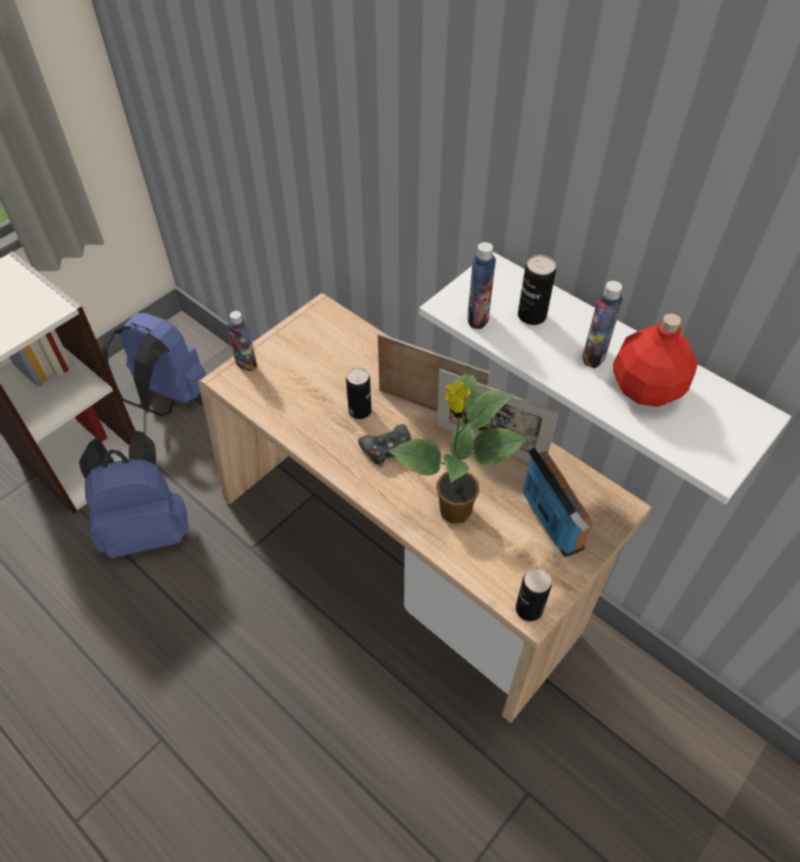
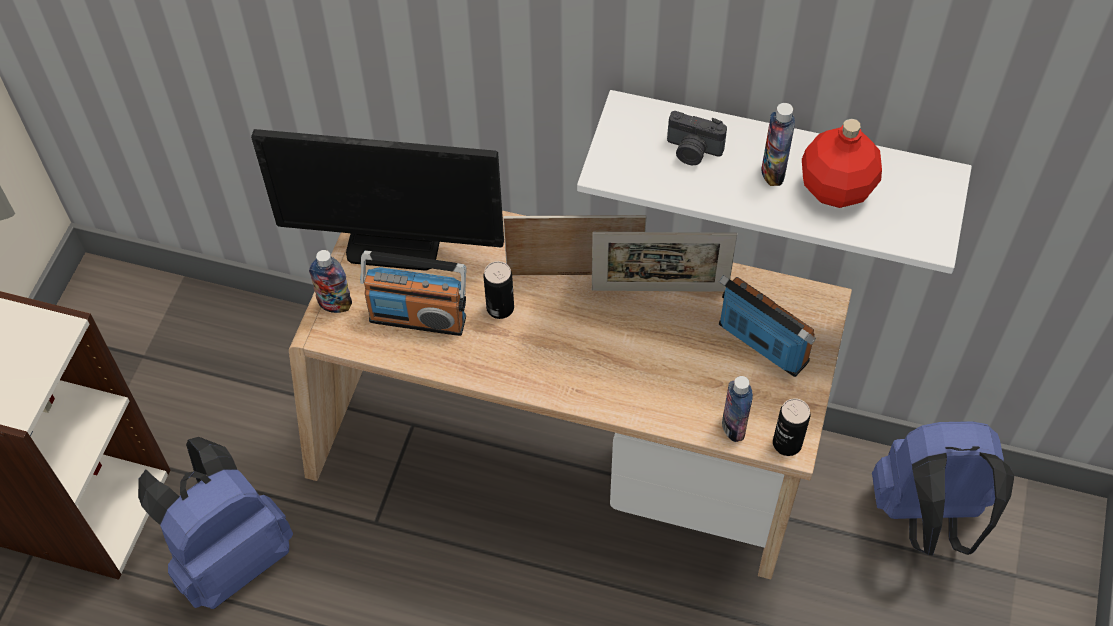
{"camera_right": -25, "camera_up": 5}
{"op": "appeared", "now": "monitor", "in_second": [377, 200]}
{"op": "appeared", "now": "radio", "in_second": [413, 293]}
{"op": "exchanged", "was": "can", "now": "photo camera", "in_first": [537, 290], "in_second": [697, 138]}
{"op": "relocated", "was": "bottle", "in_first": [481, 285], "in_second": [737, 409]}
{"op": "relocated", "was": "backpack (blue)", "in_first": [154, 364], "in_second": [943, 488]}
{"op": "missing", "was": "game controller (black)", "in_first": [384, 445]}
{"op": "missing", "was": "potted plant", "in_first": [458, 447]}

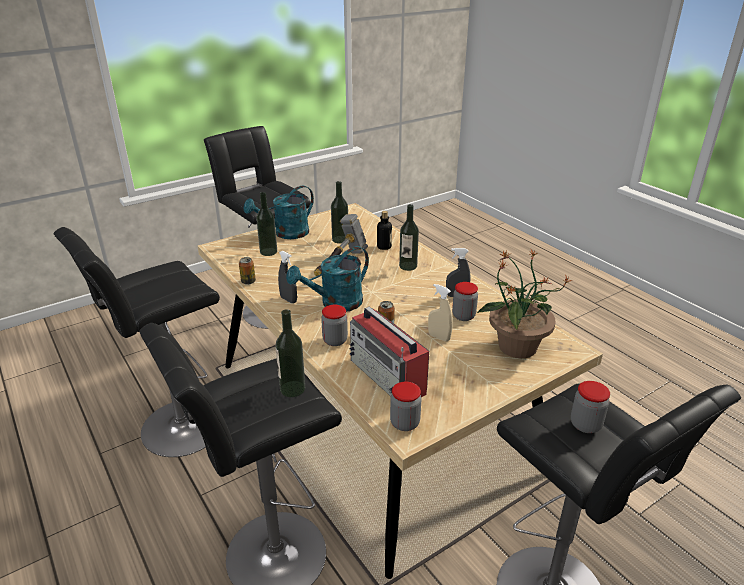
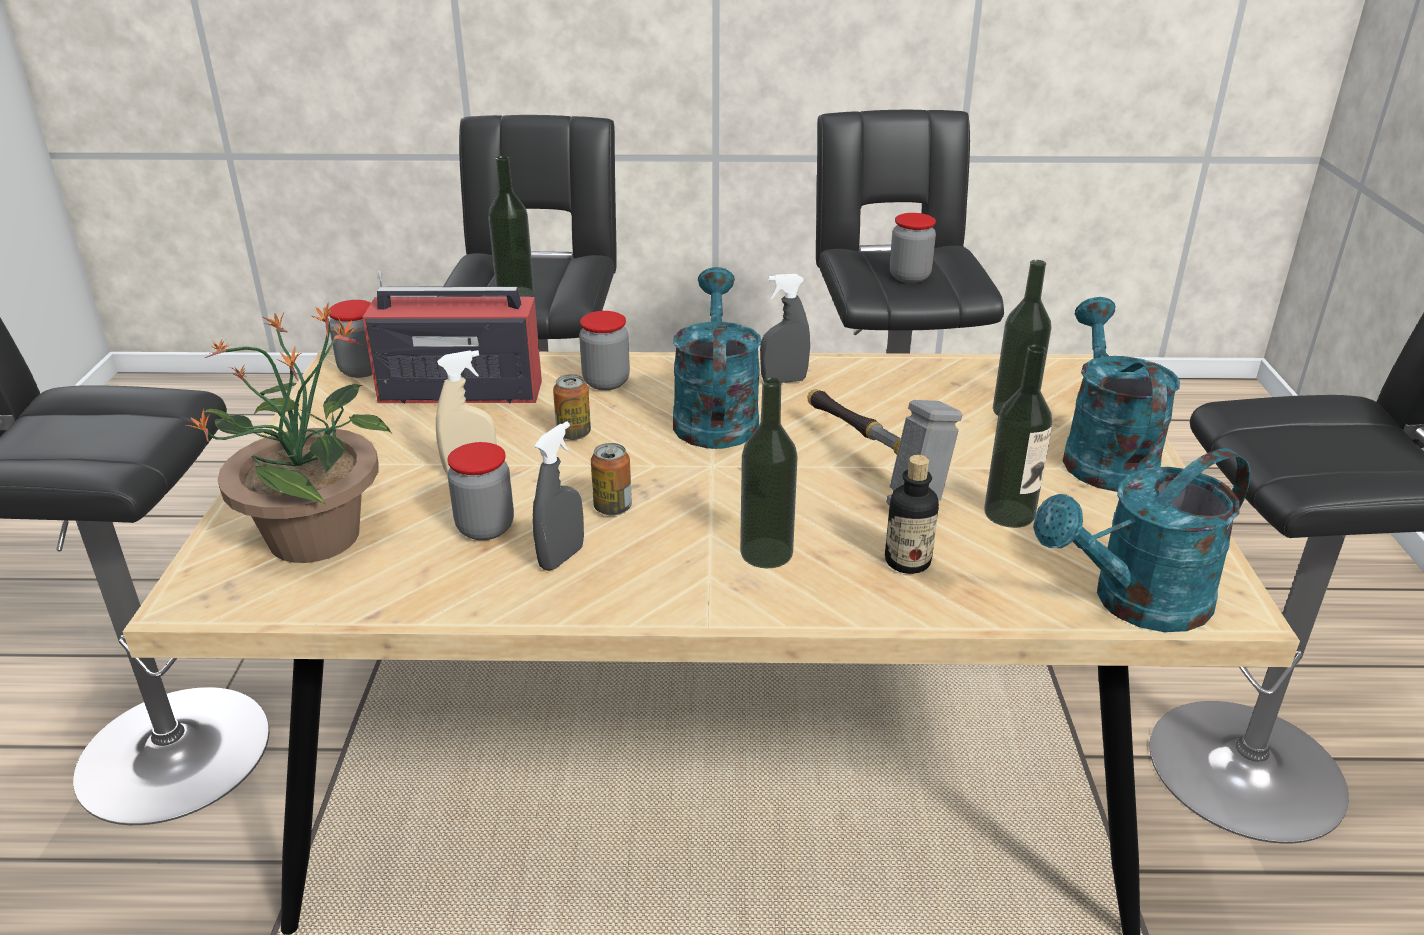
{"camera_right": 125, "camera_up": 0}
{"op": "relocated", "was": "can", "in_first": [247, 271], "in_second": [611, 479]}
{"op": "relocated", "was": "jar", "in_first": [590, 407], "in_second": [913, 248]}
{"op": "appeared", "now": "watering can (turquoise)", "in_second": [1142, 540]}

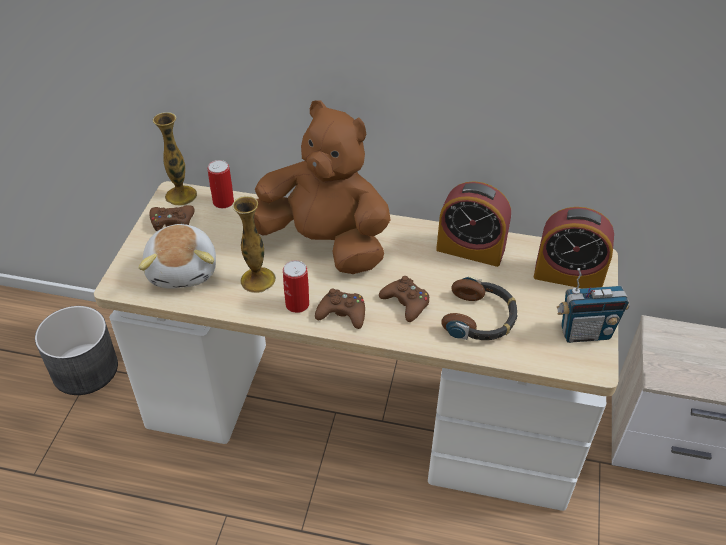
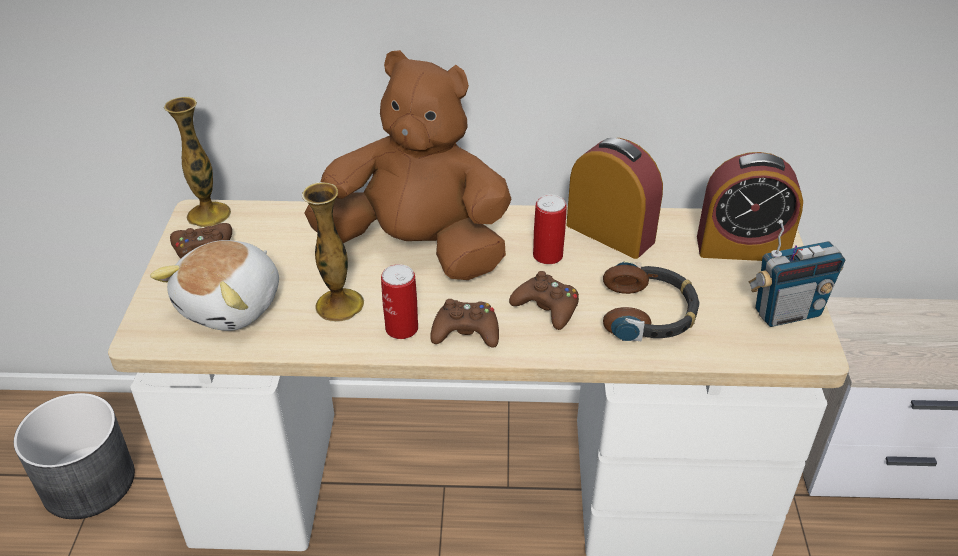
{"camera_right": -10, "camera_up": -5}
{"op": "spun", "was": "plush toy", "in_first": [177, 256], "in_second": [214, 285], "clockwise": 45}
{"op": "relocated", "was": "can", "in_first": [221, 184], "in_second": [550, 229]}
{"op": "spun", "was": "alarm clock", "in_first": [473, 224], "in_second": [614, 198], "clockwise": -150}

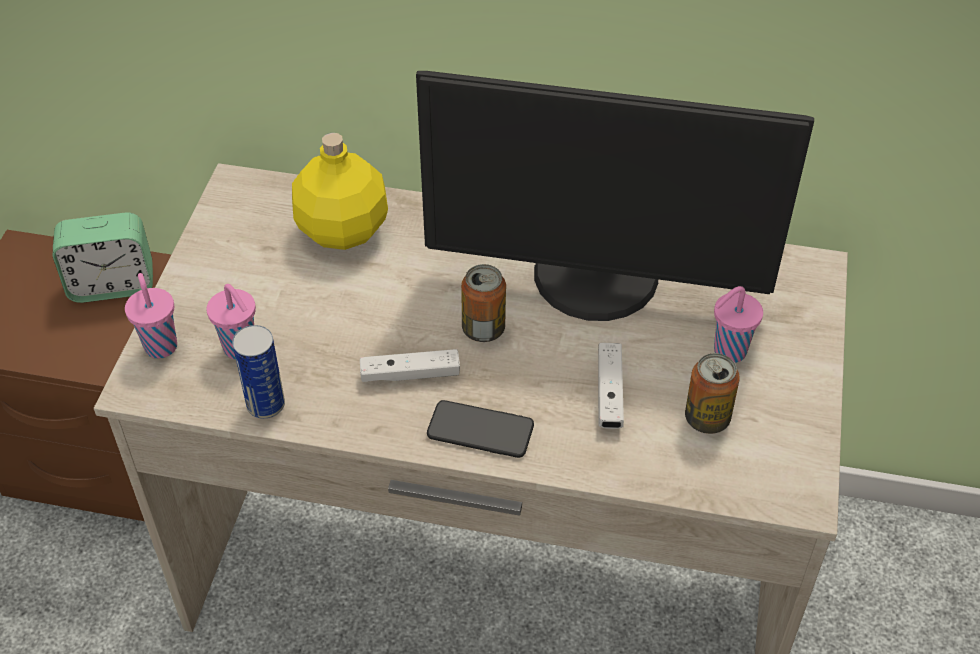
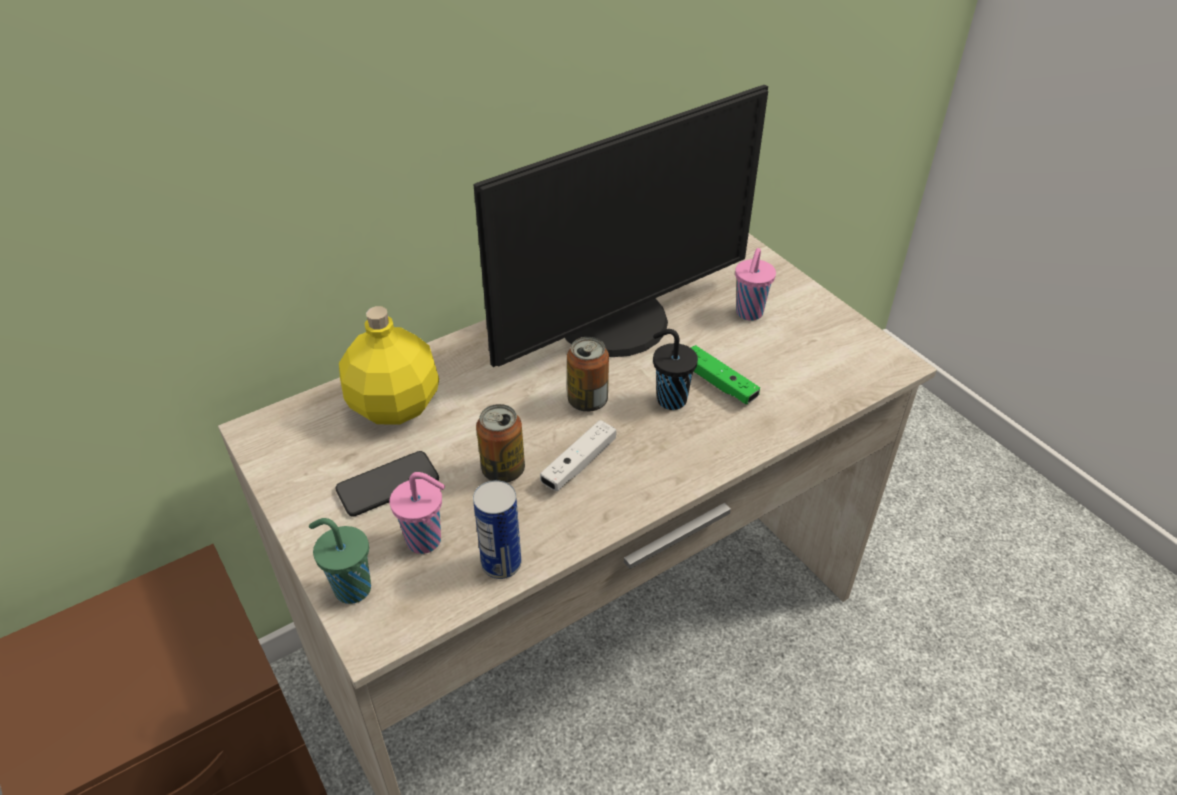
{"camera_right": -45, "camera_up": -5}
{"op": "colour", "was": "cup (pink)", "now": "cup (green)", "in_first": [151, 315], "in_second": [340, 561]}
{"op": "relocated", "was": "phone", "in_first": [480, 429], "in_second": [387, 484]}
{"op": "relocated", "was": "can", "in_first": [712, 393], "in_second": [500, 443]}
{"op": "appeared", "now": "cup (black)", "in_second": [675, 369]}
{"op": "colour", "was": "game controller (white)", "now": "game controller (green)", "in_first": [611, 386], "in_second": [725, 374]}
{"op": "missing", "was": "alarm clock", "in_first": [103, 257]}

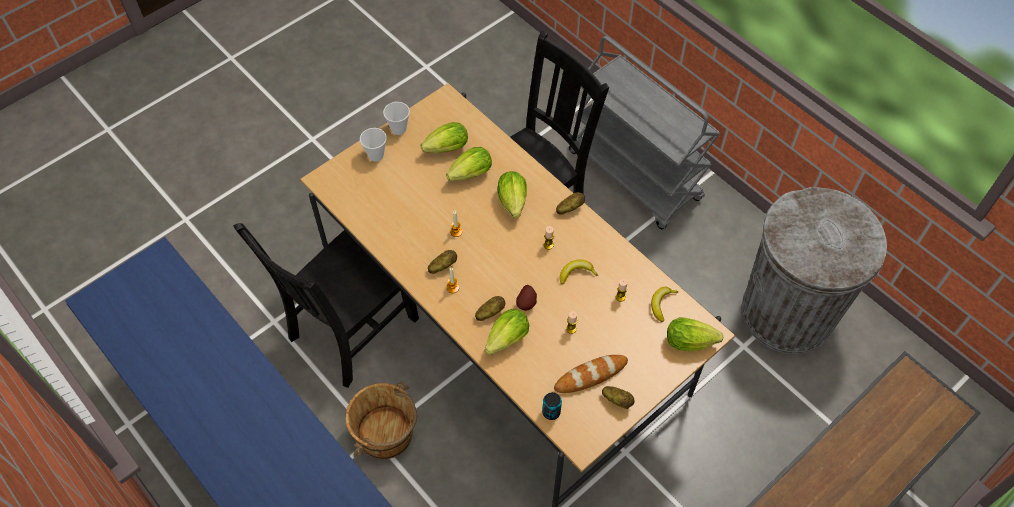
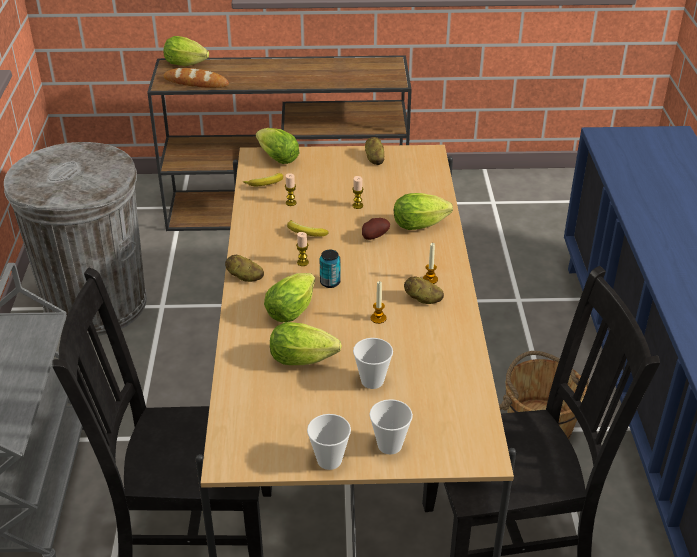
{"camera_right": -140, "camera_up": -20}
{"op": "relocated", "was": "lettuce", "in_first": [444, 137], "in_second": [186, 51]}
{"op": "relocated", "was": "bread", "in_first": [591, 374], "in_second": [196, 78]}
{"op": "relocated", "was": "can", "in_first": [552, 406], "in_second": [330, 269]}
{"op": "appeared", "now": "cup", "in_second": [373, 363]}
{"op": "missing", "was": "potato", "in_first": [490, 308]}

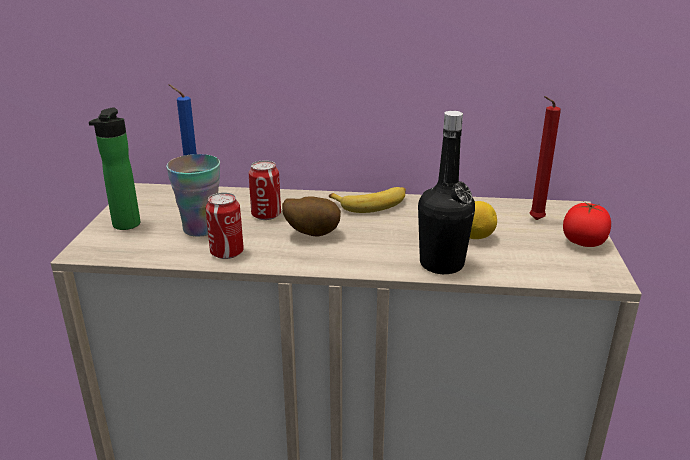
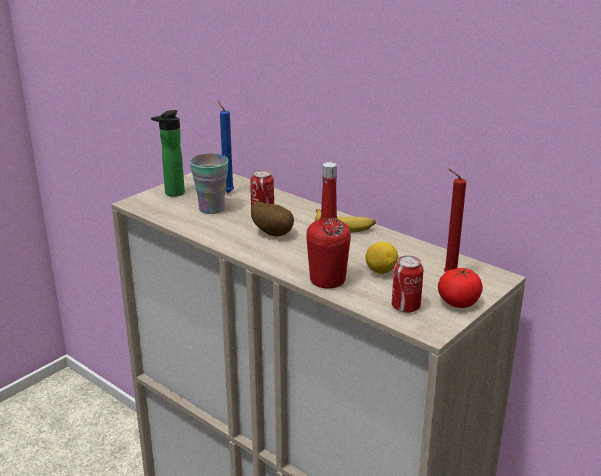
{"camera_right": 35, "camera_up": 0}
{"op": "colour", "was": "bottle (black)", "now": "bottle (red)", "in_first": [446, 192], "in_second": [328, 225]}
{"op": "relocated", "was": "can", "in_first": [225, 226], "in_second": [408, 284]}

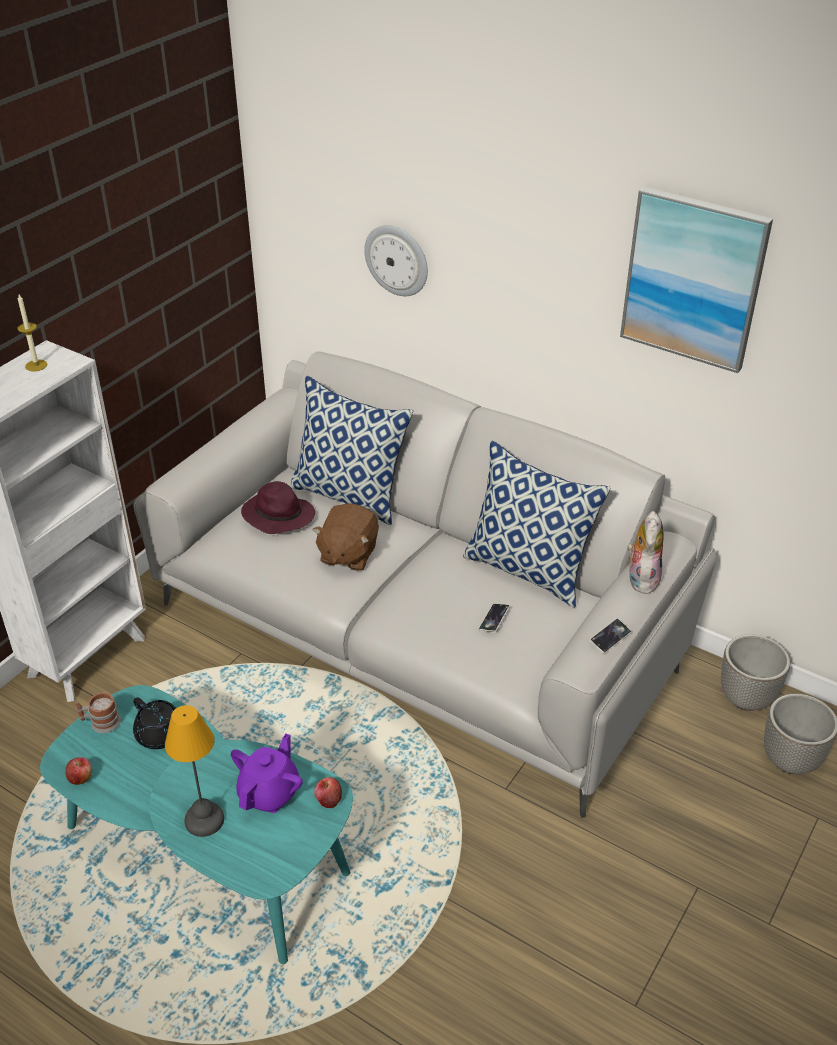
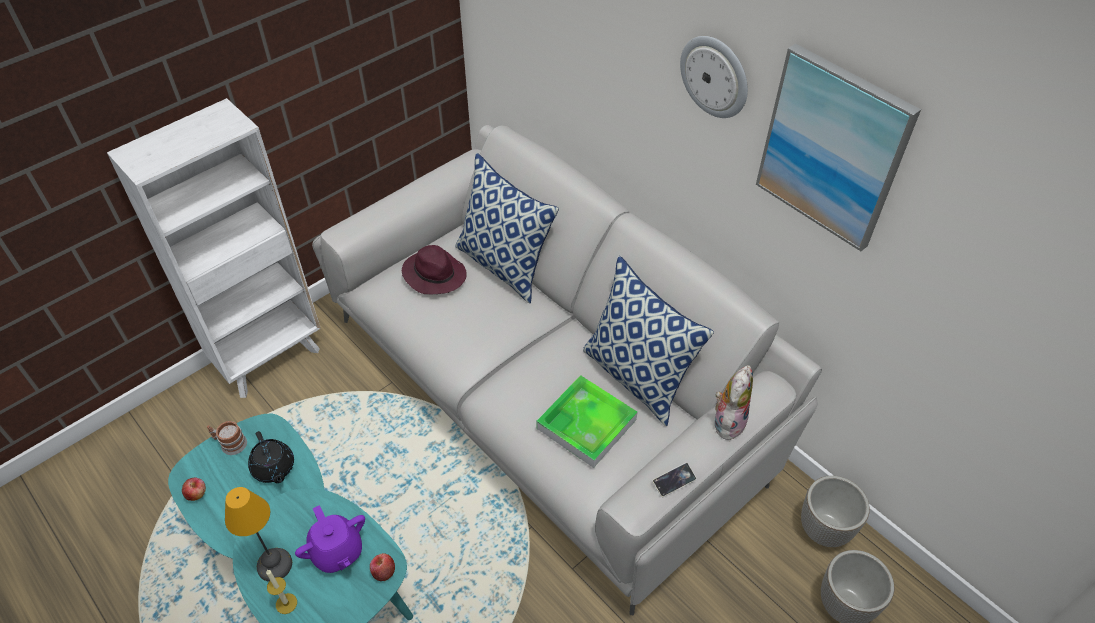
{"camera_right": 15, "camera_up": 10}
{"op": "relocated", "was": "candle", "in_first": [32, 332], "in_second": [281, 592]}
{"op": "spun", "was": "teapot (purple)", "in_first": [267, 773], "in_second": [330, 539], "clockwise": 105}
{"op": "exchanged", "was": "phone", "now": "tray", "in_first": [494, 618], "in_second": [587, 421]}
{"op": "relocated", "was": "wall clock", "in_first": [396, 260], "in_second": [714, 77]}
{"op": "missing", "was": "plush toy (brown)", "in_first": [345, 537]}

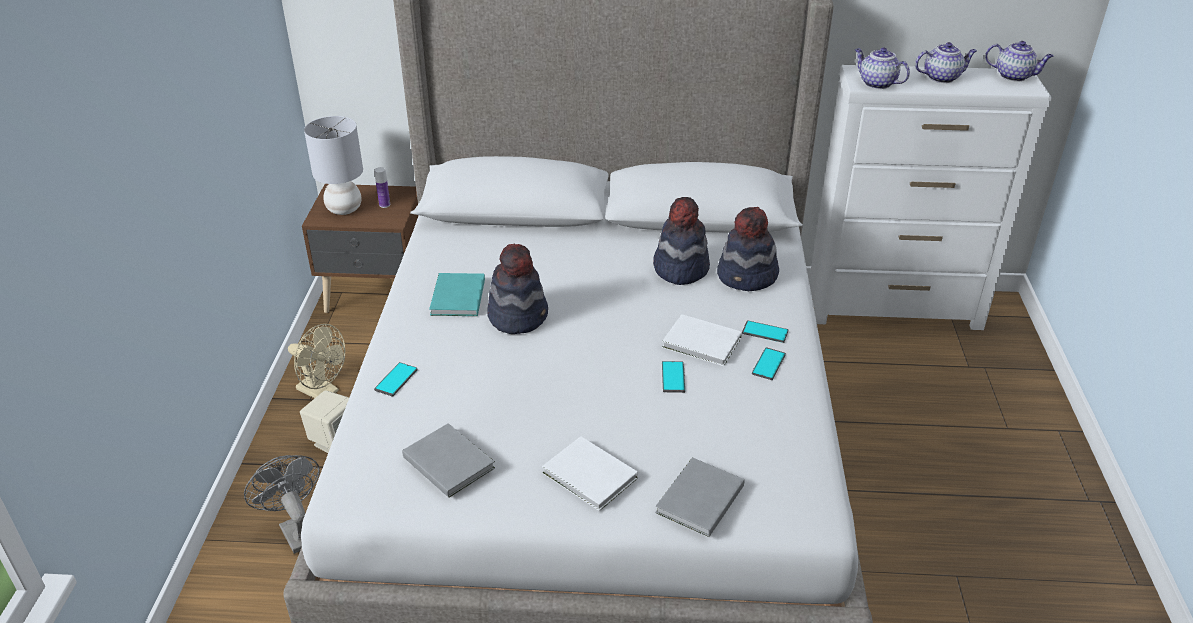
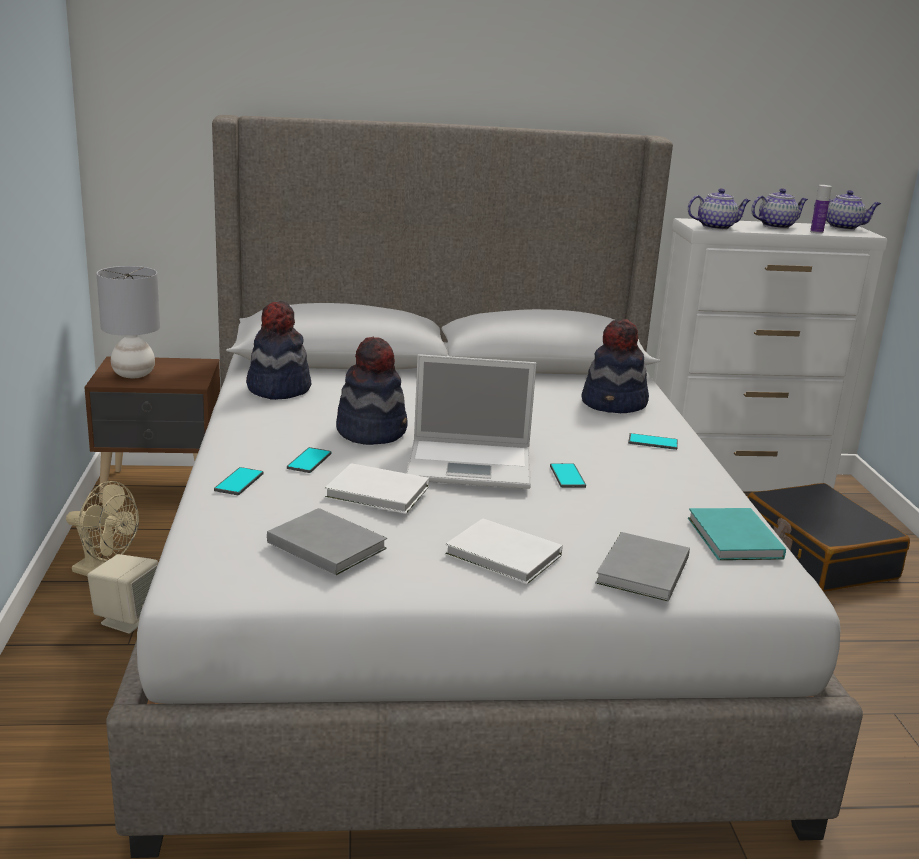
{"camera_right": -10, "camera_up": -15}
{"op": "relocated", "was": "hat", "in_first": [681, 241], "in_second": [278, 350]}
{"op": "relocated", "was": "phone", "in_first": [769, 363], "in_second": [309, 460]}
{"op": "relocated", "was": "book (white)", "in_first": [702, 340], "in_second": [377, 488]}
{"op": "appeared", "now": "laptop", "in_second": [471, 421]}
{"op": "spun", "was": "teapot", "in_first": [882, 68], "in_second": [719, 209], "clockwise": 135}
{"op": "relocated", "was": "book (turquoise)", "in_first": [457, 294], "in_second": [737, 534]}
{"op": "appeared", "now": "suitcase (black)", "in_second": [829, 537]}
{"op": "relocated", "was": "bottle", "in_first": [382, 187], "in_second": [821, 209]}
{"op": "missing", "was": "fan (grey)", "in_first": [282, 504]}

